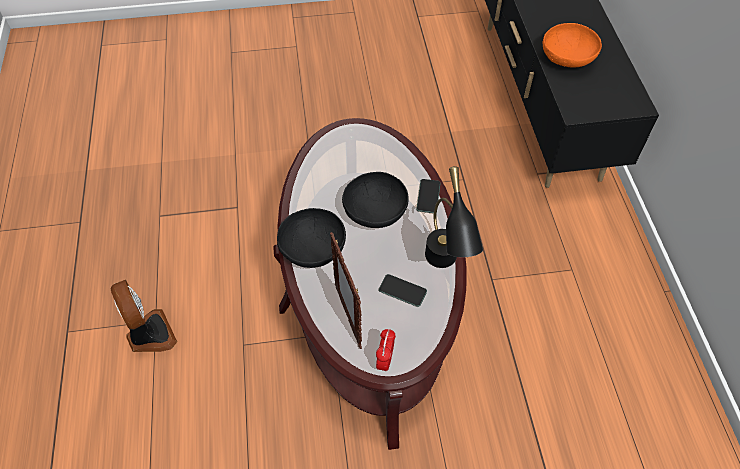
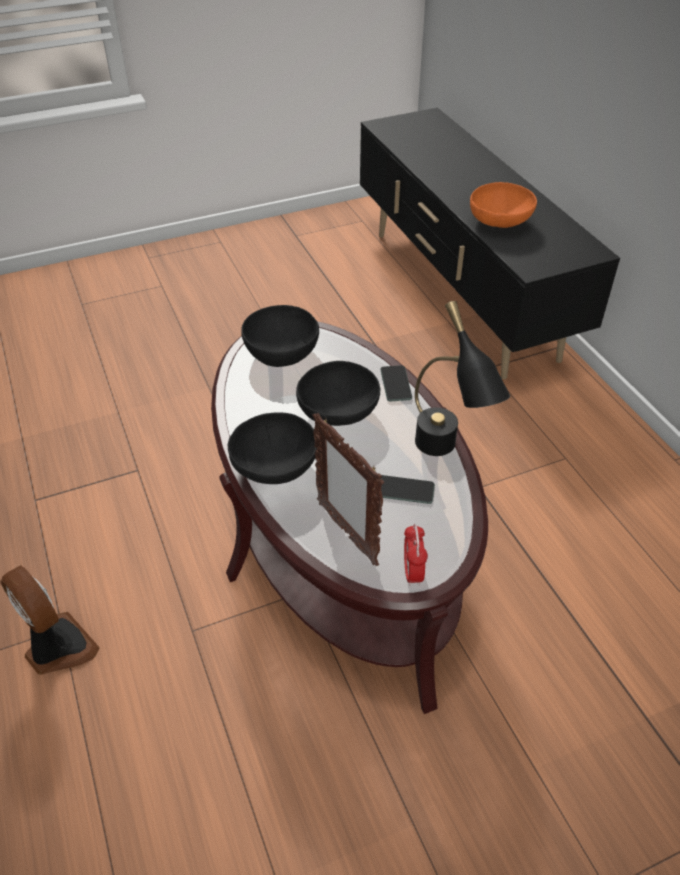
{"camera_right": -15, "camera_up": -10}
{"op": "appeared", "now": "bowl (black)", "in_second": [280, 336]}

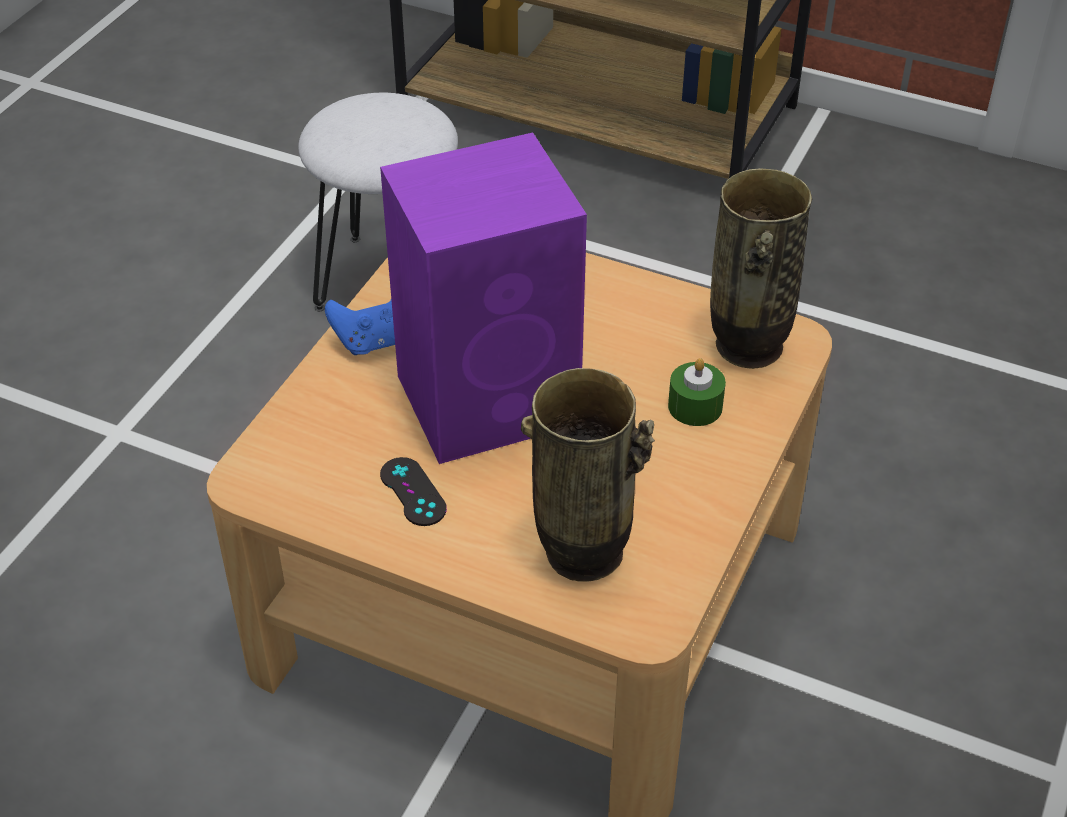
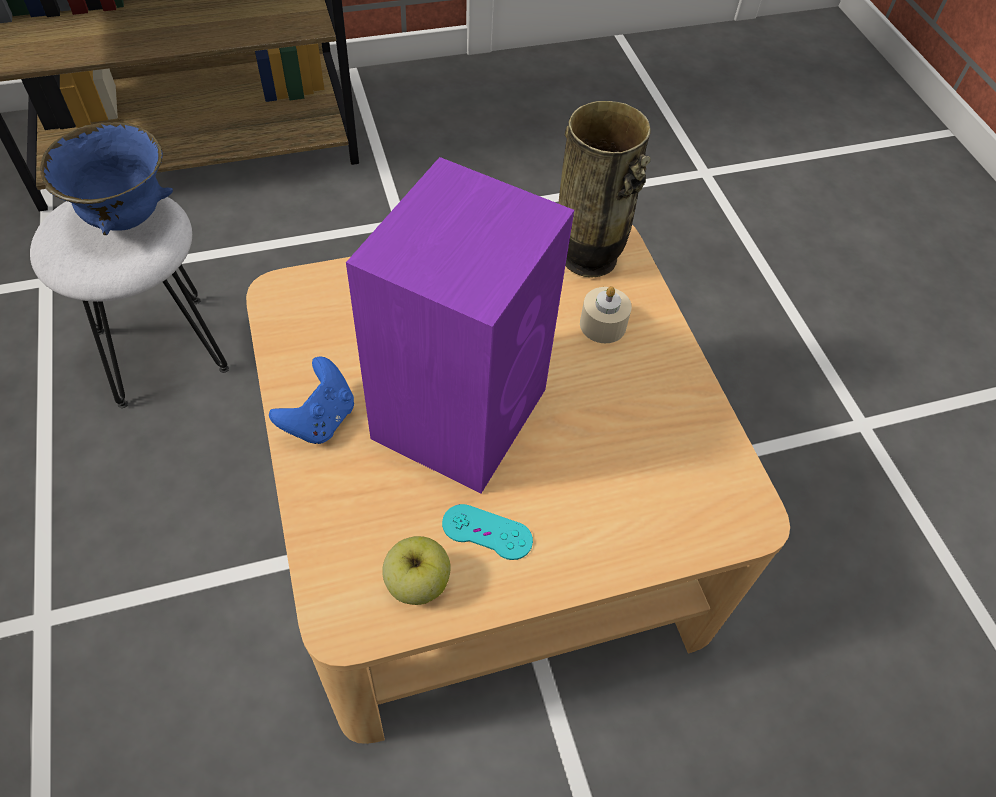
{"camera_right": -45, "camera_up": 10}
{"op": "appeared", "now": "bowl (blue)", "in_second": [106, 178]}
{"op": "appeared", "now": "apple", "in_second": [416, 570]}
{"op": "colour", "was": "game controller (black)", "now": "game controller (turquoise)", "in_first": [413, 491], "in_second": [487, 532]}
{"op": "colour", "was": "candle (green)", "now": "candle (beige)", "in_first": [697, 392], "in_second": [606, 314]}
{"op": "missing", "was": "vase", "in_first": [588, 474]}

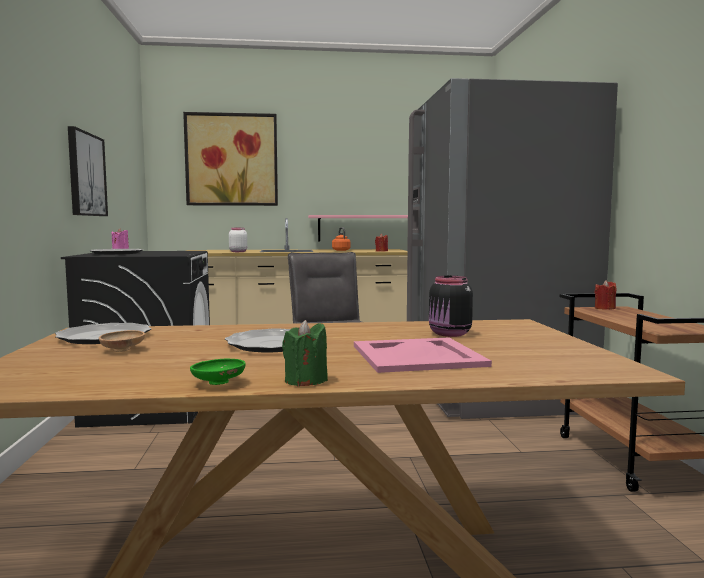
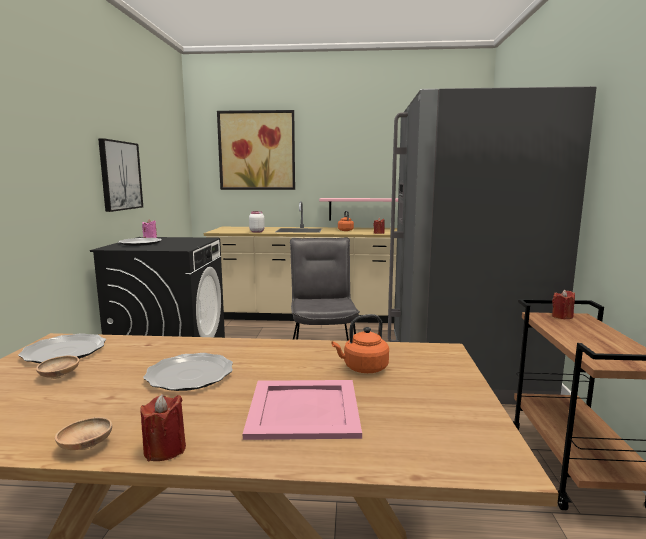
{"camera_right": 10, "camera_up": 5}
{"op": "colour", "was": "bowl (green)", "now": "bowl (brown)", "in_first": [218, 372], "in_second": [83, 433]}
{"op": "colour", "was": "candle (green)", "now": "candle (red)", "in_first": [305, 353], "in_second": [163, 427]}
{"op": "exchanged", "was": "jar (black)", "now": "kettle (orange)", "in_first": [451, 306], "in_second": [360, 343]}

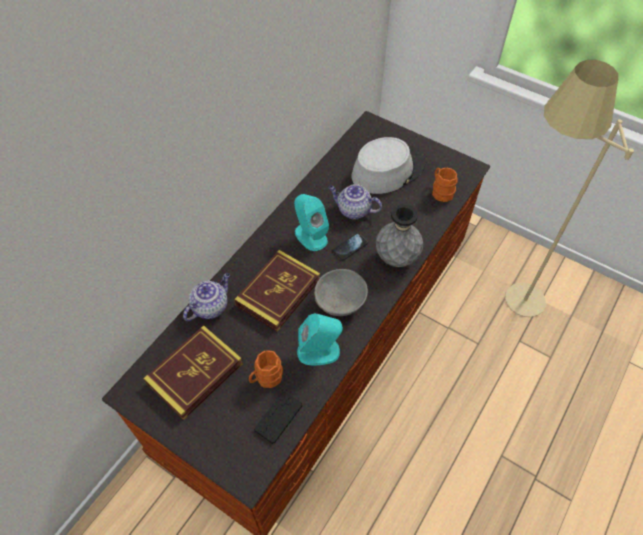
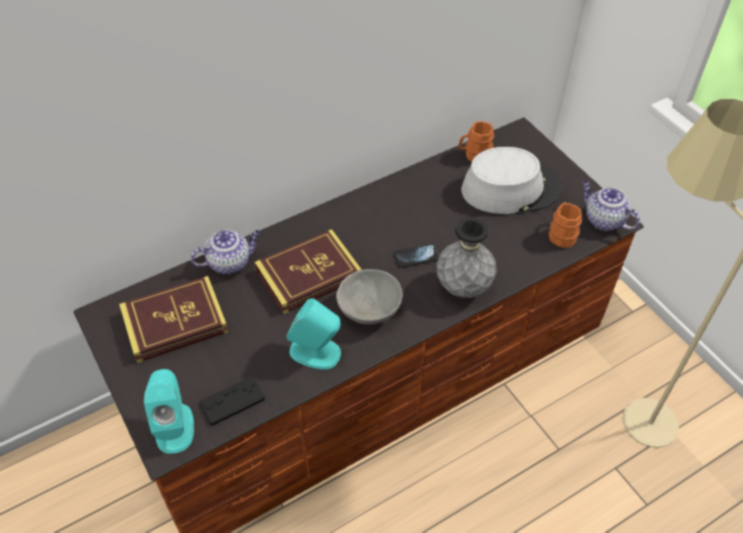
{"camera_right": 25, "camera_up": -5}
{"op": "relocated", "was": "speaker (turquoise)", "in_first": [311, 222], "in_second": [169, 411]}
{"op": "relocated", "was": "mug (orange)", "in_first": [266, 369], "in_second": [476, 141]}
{"op": "relocated", "was": "teapot", "in_first": [355, 201], "in_second": [611, 206]}

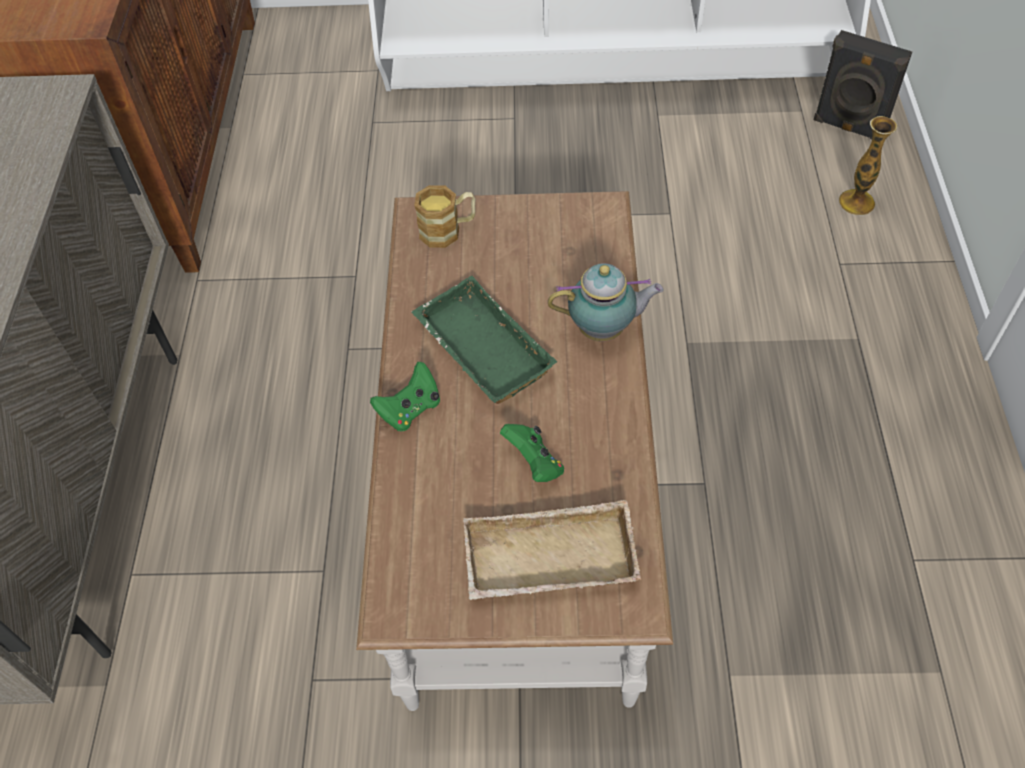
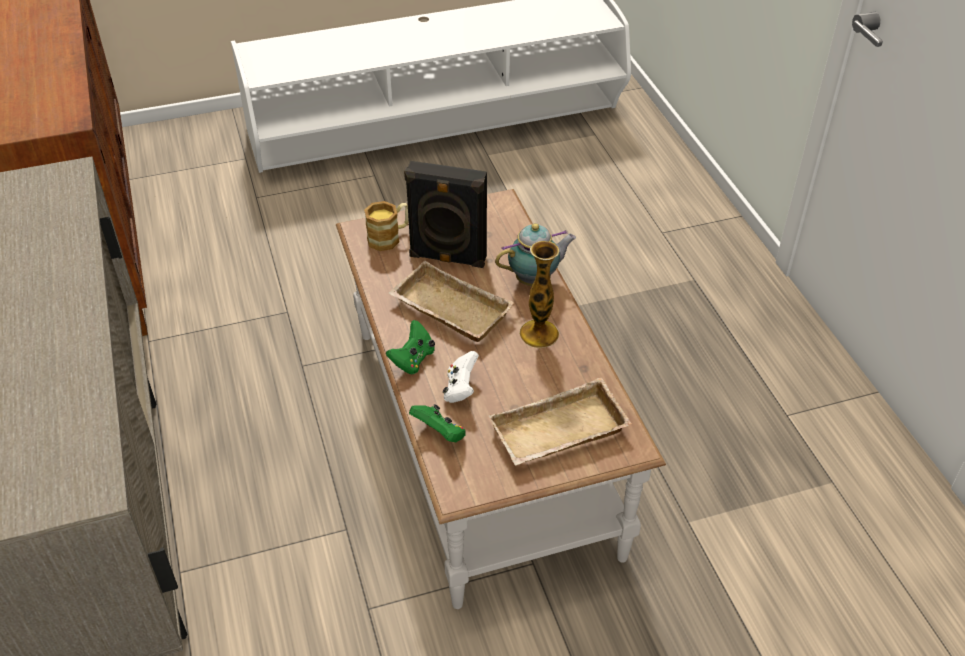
{"camera_right": -20, "camera_up": -10}
{"op": "colour", "was": "tray (green)", "now": "tray (beige)", "in_first": [484, 340], "in_second": [451, 301]}
{"op": "relocated", "was": "speaker (black)", "in_first": [862, 85], "in_second": [445, 214]}
{"op": "relocated", "was": "game controller (green)", "in_first": [532, 453], "in_second": [437, 423]}
{"op": "appeared", "now": "game controller (white)", "in_second": [461, 377]}
{"op": "relocated", "was": "vase", "in_first": [868, 165], "in_second": [539, 294]}

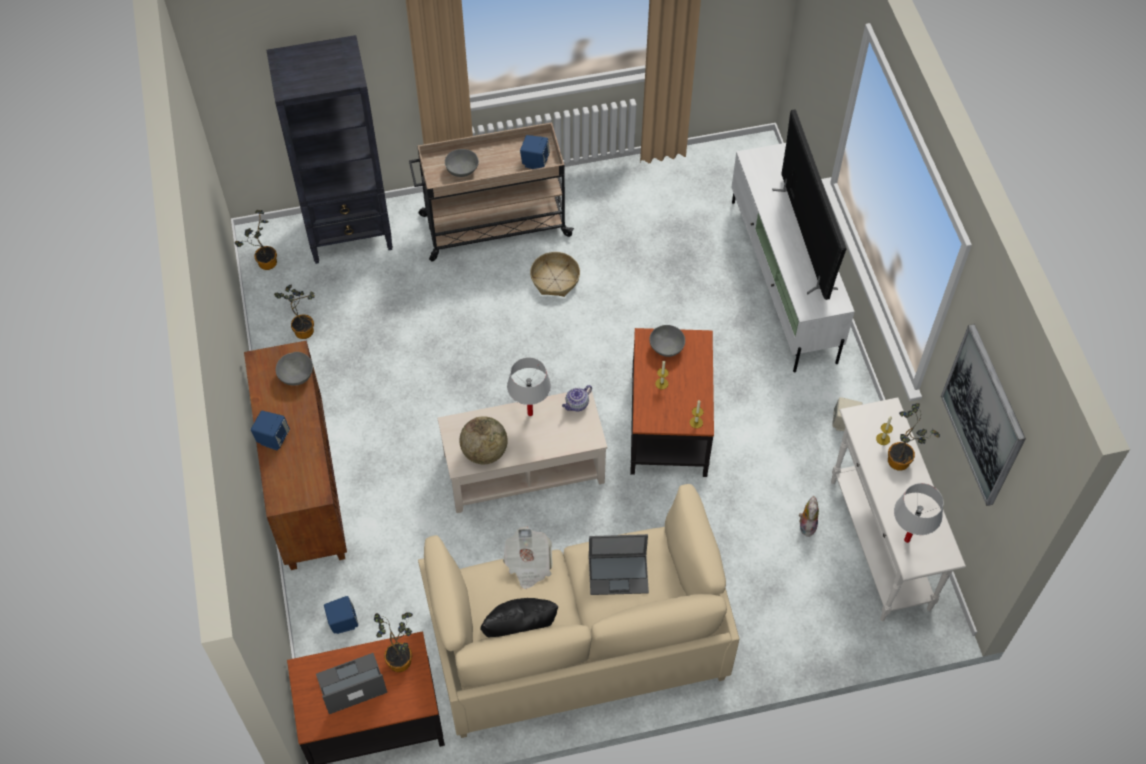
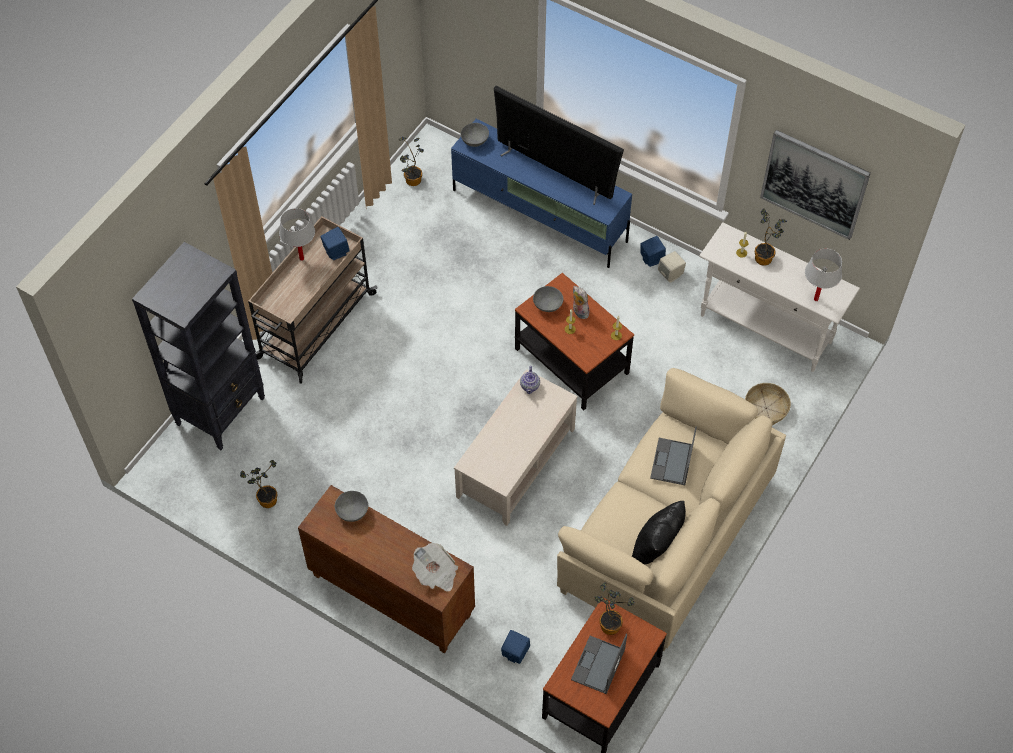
{"camera_right": -45, "camera_up": 0}
{"op": "relocated", "was": "table lamp (white)", "in_first": [529, 386], "in_second": [297, 234]}
{"op": "relocated", "was": "potted plant", "in_first": [256, 240], "in_second": [411, 161]}
{"op": "relocated", "was": "newspaper", "in_first": [527, 558], "in_second": [435, 567]}
{"op": "colour", "was": "tv stand (white)", "now": "tv stand (blue)", "in_first": [793, 258], "in_second": [541, 193]}
{"op": "relocated", "was": "bowl (grey)", "in_first": [462, 163], "in_second": [475, 135]}
{"op": "relocated", "was": "plush toy", "in_first": [809, 516], "in_second": [581, 302]}
{"op": "relocated", "was": "speaker (blue)", "in_first": [270, 431], "in_second": [653, 251]}
{"op": "spun", "was": "laptop", "in_first": [619, 564], "in_second": [673, 455], "clockwise": 150}
{"op": "relocated", "was": "basket", "in_first": [555, 274], "in_second": [768, 404]}
{"op": "missing", "was": "globe", "in_first": [483, 440]}

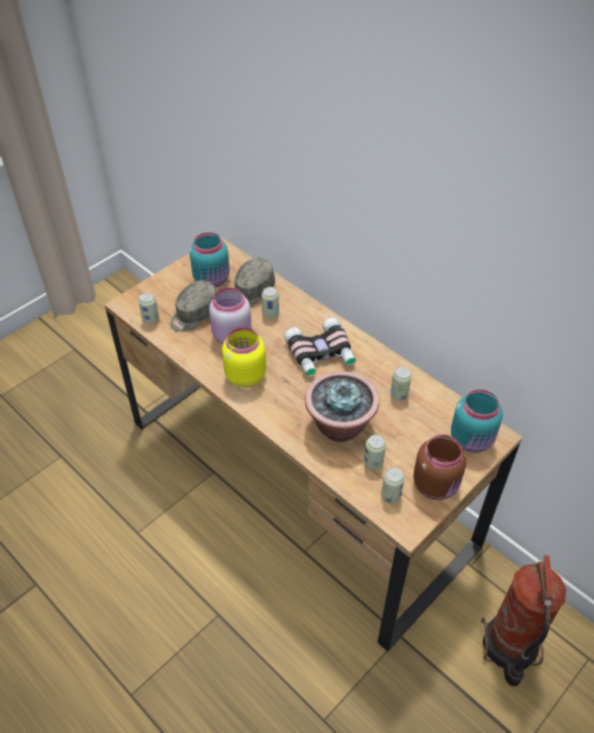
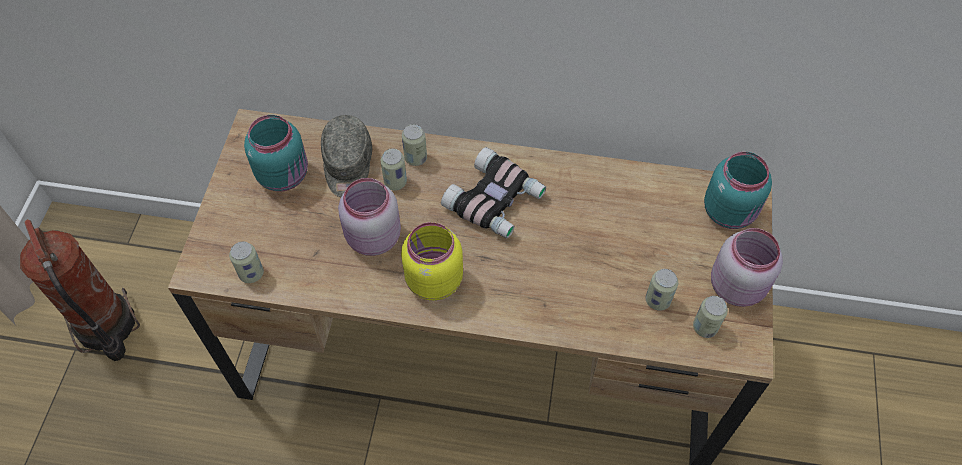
{"camera_right": -35, "camera_up": 10}
{"op": "relocated", "was": "fire extinguisher", "in_first": [524, 620], "in_second": [80, 290]}
{"op": "relocated", "was": "can", "in_first": [401, 384], "in_second": [414, 145]}
{"op": "colour", "was": "jar (brown)", "now": "jar (pink)", "in_first": [439, 467], "in_second": [747, 267]}
{"op": "missing", "was": "cap (grey)", "in_first": [193, 306]}
{"op": "missing", "was": "potted plant", "in_first": [342, 406]}

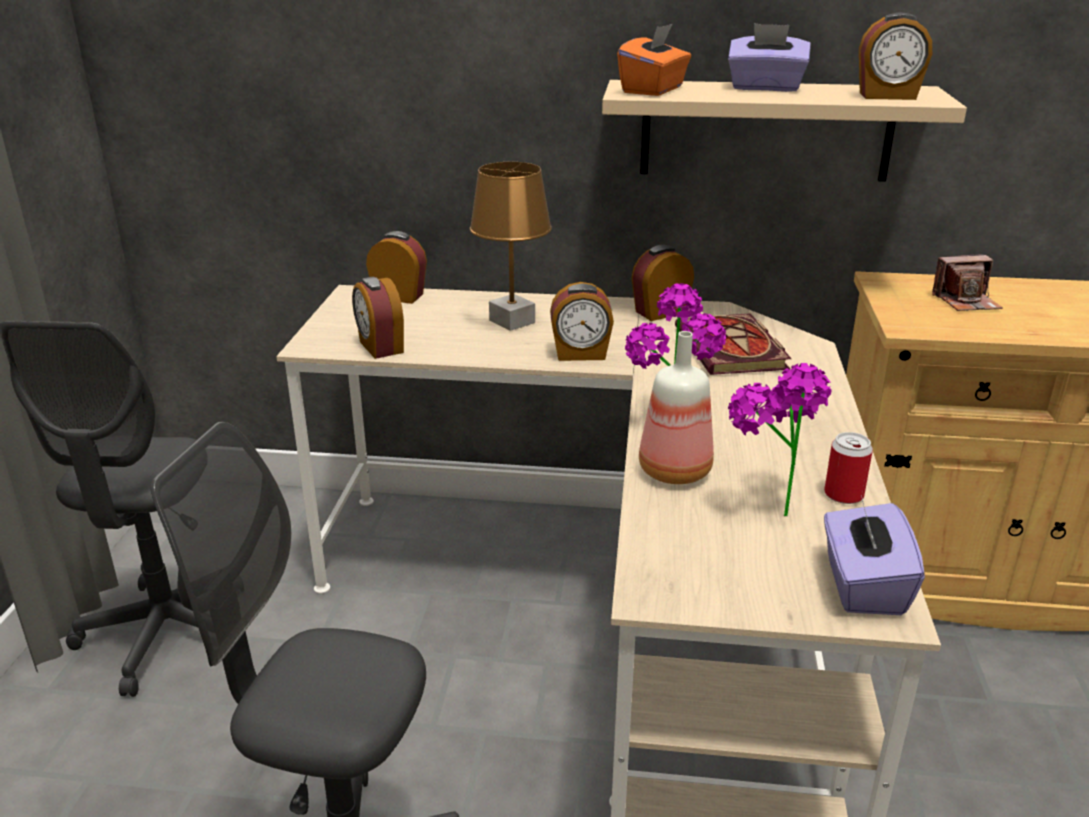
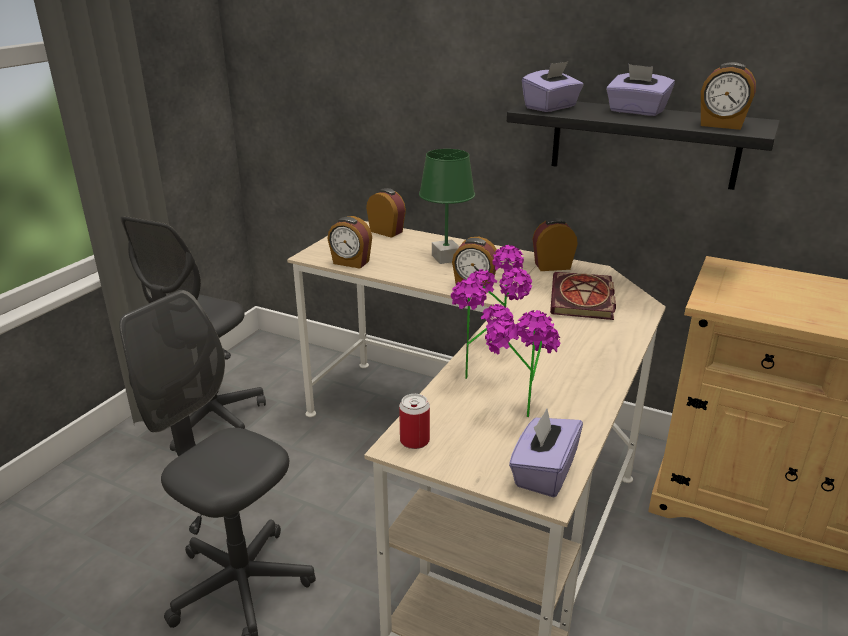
{"camera_right": 20, "camera_up": 0}
{"op": "spun", "was": "alarm clock", "in_first": [378, 318], "in_second": [350, 242], "clockwise": -60}
{"op": "relocated", "was": "can", "in_first": [848, 468], "in_second": [414, 421]}
{"op": "colour", "was": "table lamp (brown)", "now": "table lamp (green)", "in_first": [511, 246], "in_second": [447, 206]}
{"op": "exchanged", "was": "bottle", "now": "potted plant", "in_first": [676, 407], "in_second": [482, 328]}
{"op": "colour", "was": "shelf (beige)", "now": "shelf (black)", "in_first": [784, 131], "in_second": [643, 146]}
{"op": "colour", "was": "tissue box (orange)", "now": "tissue box (purple)", "in_first": [654, 60], "in_second": [552, 86]}
{"op": "missing", "was": "photo camera", "in_first": [967, 282]}

